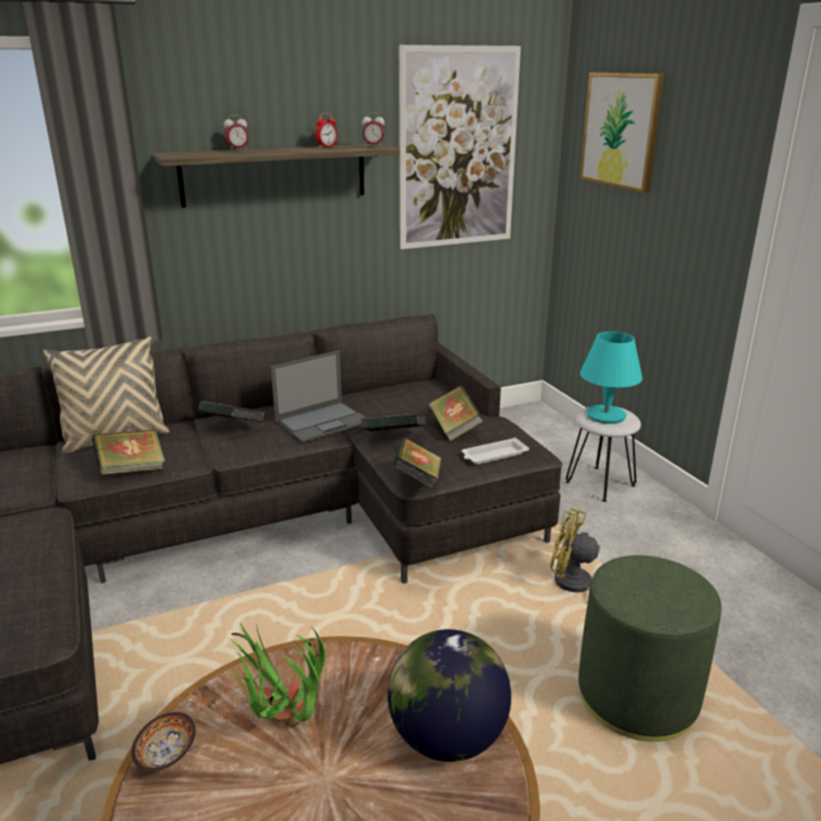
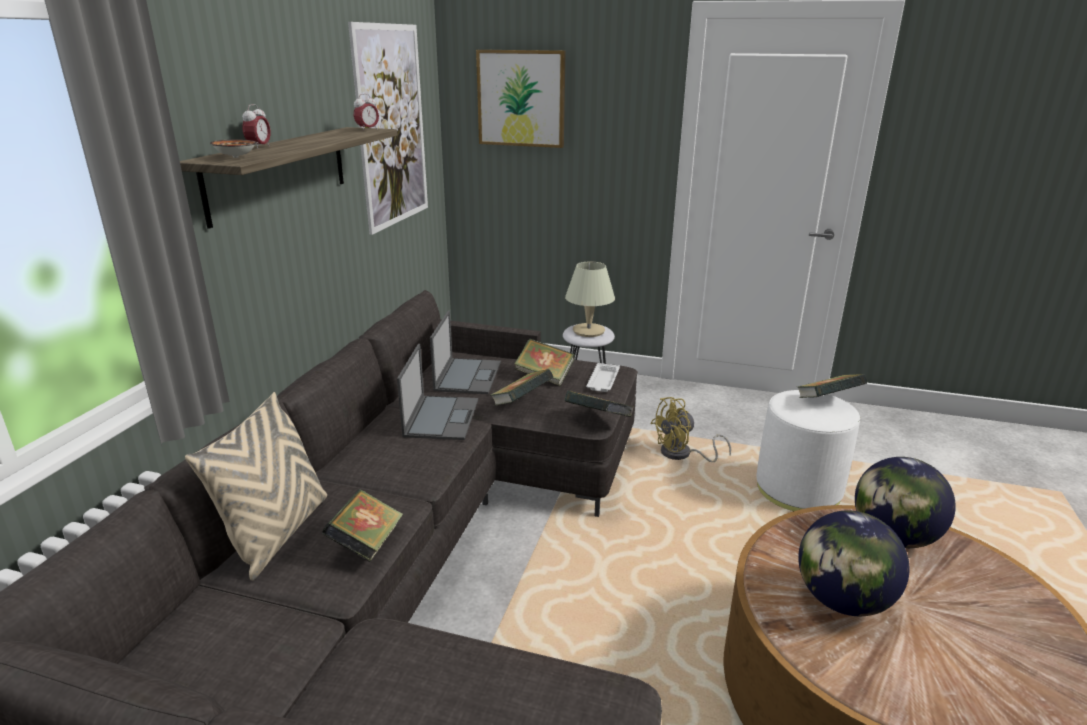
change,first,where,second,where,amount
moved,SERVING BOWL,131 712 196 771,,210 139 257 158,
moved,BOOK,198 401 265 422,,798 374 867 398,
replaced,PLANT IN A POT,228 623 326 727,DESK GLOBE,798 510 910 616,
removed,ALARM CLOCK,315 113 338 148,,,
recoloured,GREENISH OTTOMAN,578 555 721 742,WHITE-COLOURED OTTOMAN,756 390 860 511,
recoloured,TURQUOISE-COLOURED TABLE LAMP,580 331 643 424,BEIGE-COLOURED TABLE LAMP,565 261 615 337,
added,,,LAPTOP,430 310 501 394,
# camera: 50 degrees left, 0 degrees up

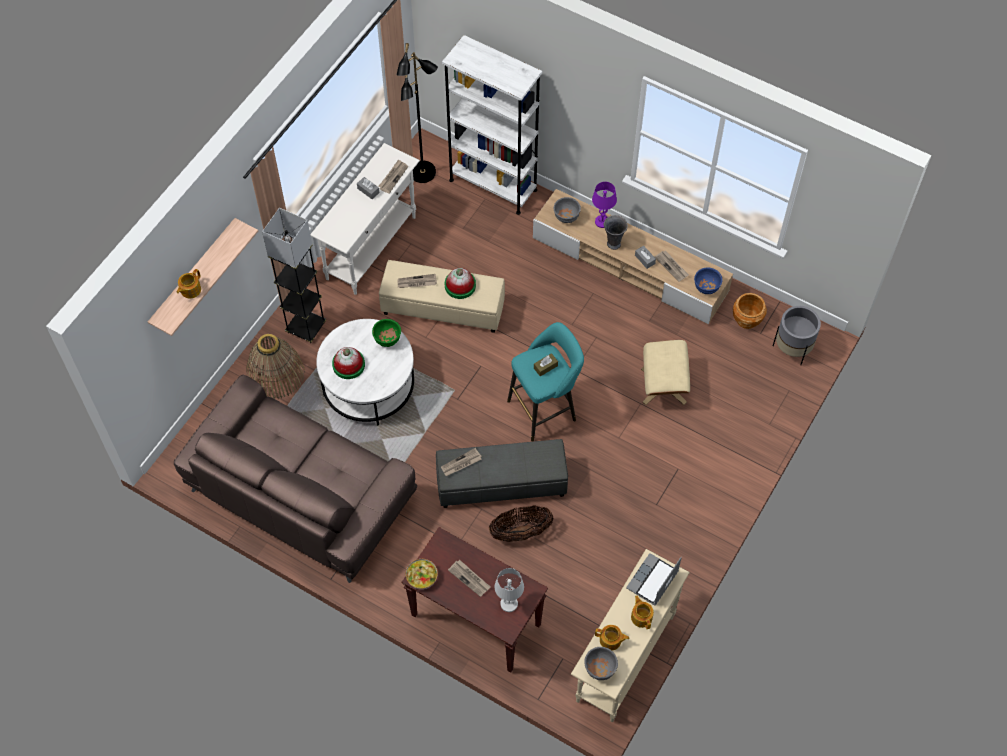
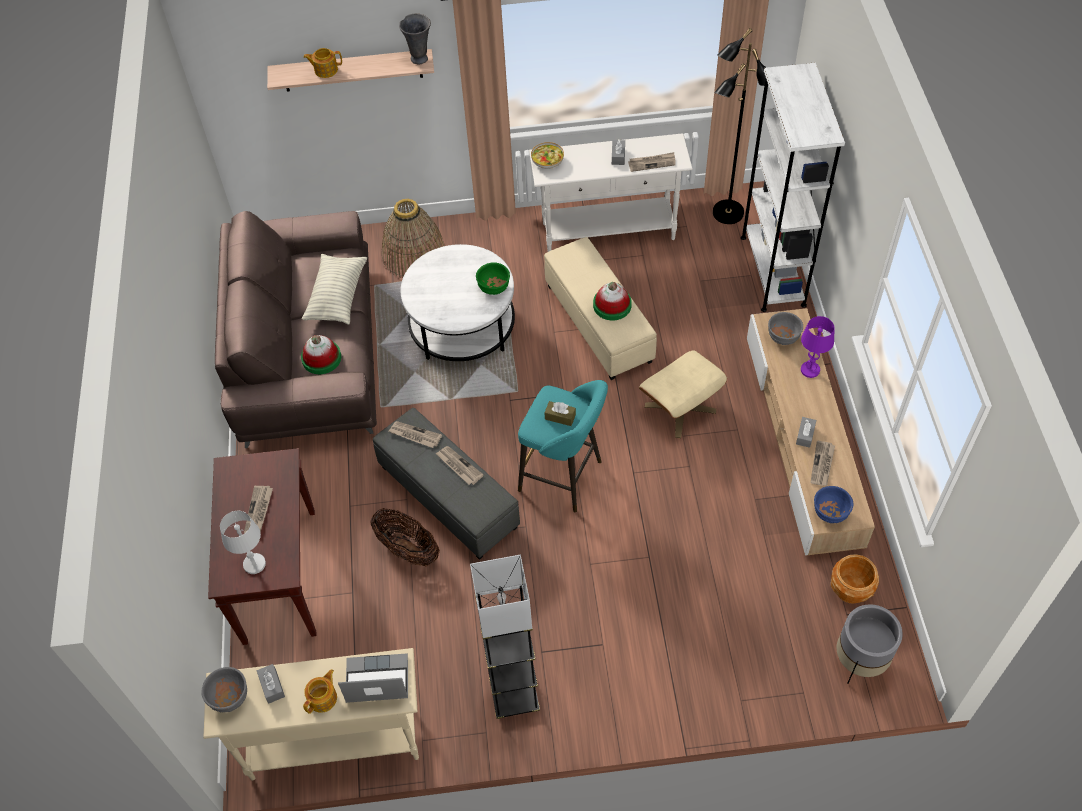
change,first,where,second,where,amount
moved,GREYISH FLOOR LAMP,262 208 326 343,,470 555 540 719,
moved,CLOTHING HAT,332 347 365 379,,301 335 341 374,
moved,DAILY PAPER,398 274 437 288,,436 446 484 485,
moved,SERVING BOWL,406 559 438 589,,531 142 564 169,
replaced,POT FOR TEA,595 625 629 650,GREYISH BOX OF TISSUES,257 664 285 703,
moved,GREYISH VASE,604 215 628 250,,399 13 431 65,
moved,BEIGE-COLOURED OTTOMAN,641 340 690 405,,639 350 727 438,
added,,,THROW PILLOW,302 254 367 325,
# camera: 55 degrees right, 5 degrees down

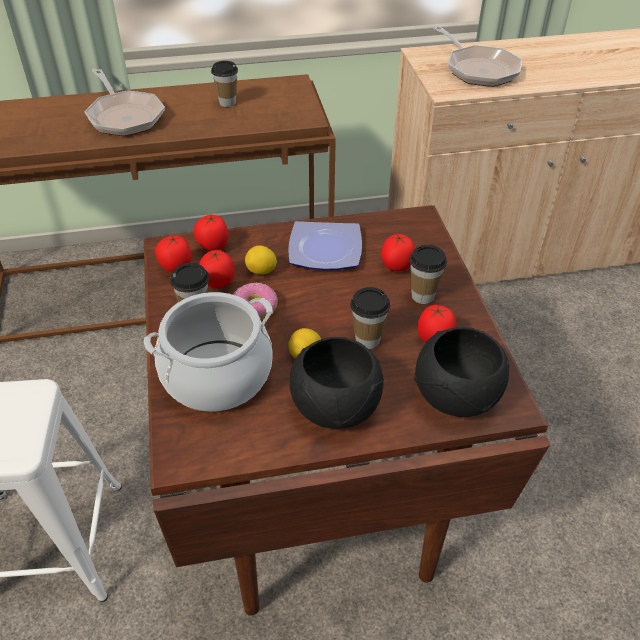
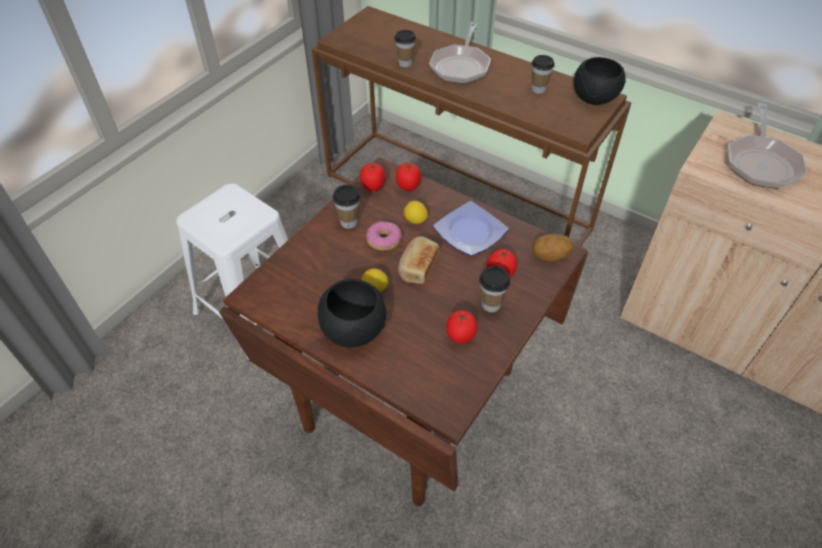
change,first,where,second,where,amount
removed,SAUCEPOT,144 292 273 411,,,
removed,FRESH TOMATO,199 250 235 288,,,
moved,DRINKING CUP,350 287 390 349,,394 30 416 68,
moved,BLACK SERVING BOWL,414 327 509 417,,574 57 626 105,
added,,,BAKERY BREAD,398 236 439 284,
added,,,WHOLE POTATO,532 234 574 262,
# camera: 45 degrees right, 5 degrees up

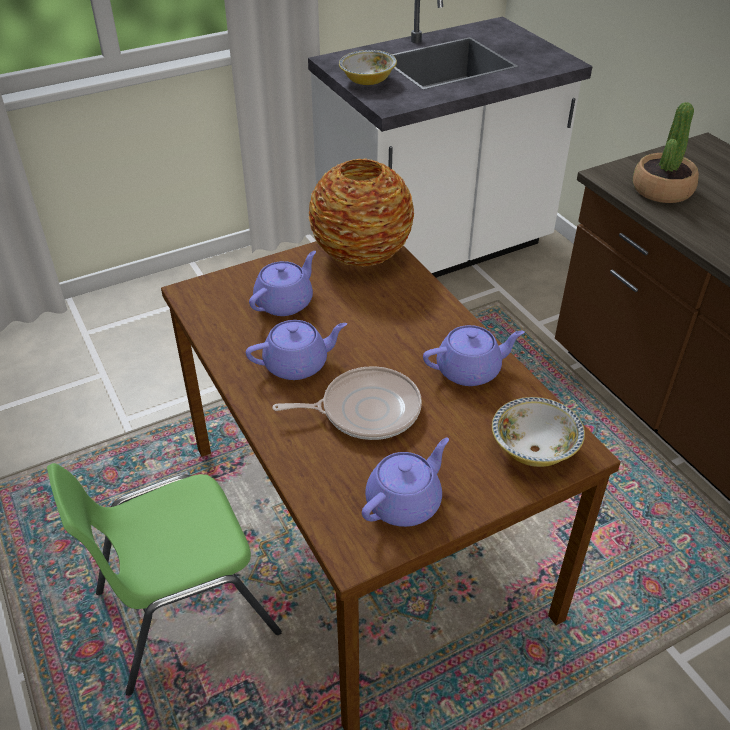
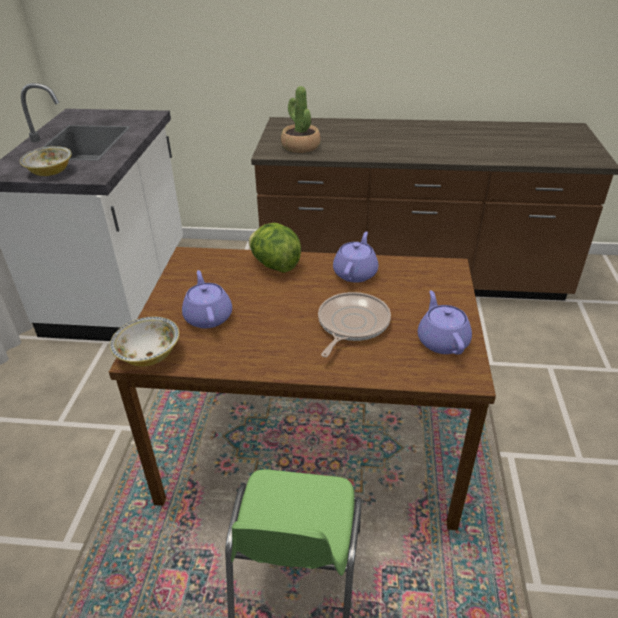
change,first,where,second,where,amount
removed,PURPLE POT FOR TEA,246 320 347 380,,,
removed,VASE,309 158 414 267,,,
moved,SERVING BOWL,492 397 585 467,,110 317 179 366,
added,,,LETTUCE HEAD,249 223 301 273,
# camera: 55 degrees left, 5 degrees down

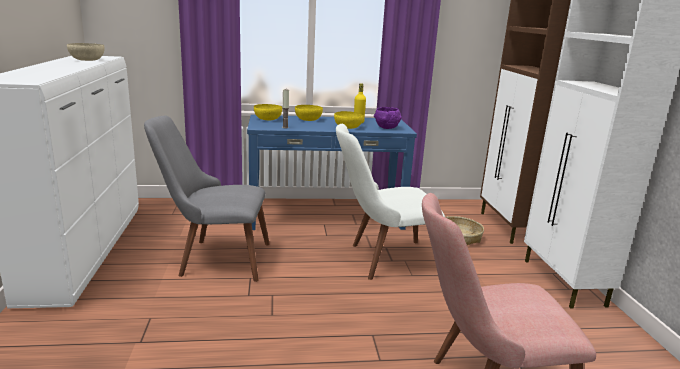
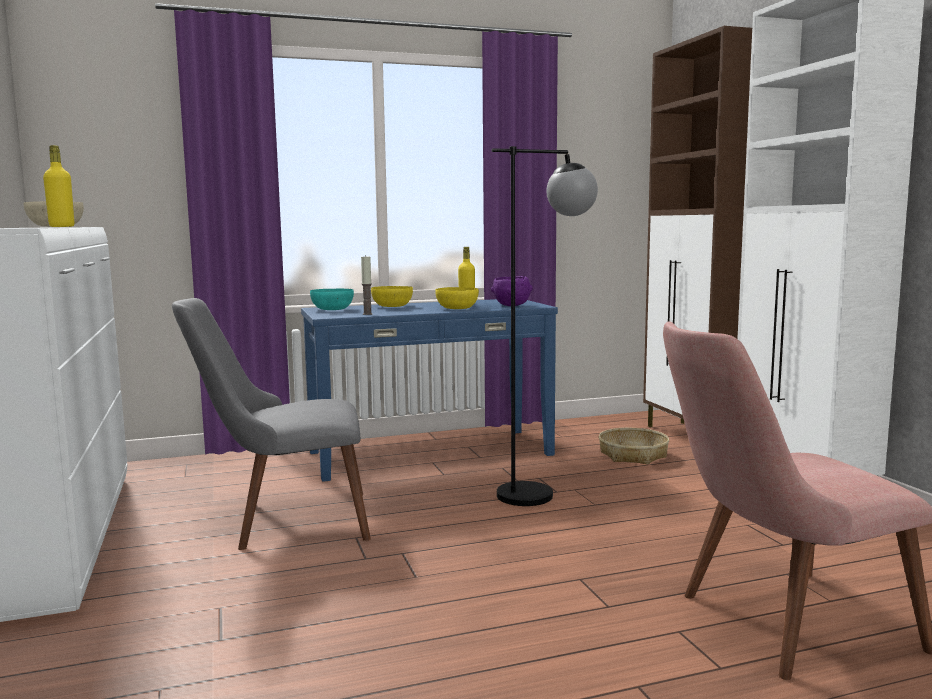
change,first,where,second,where,amount
recoloured,YELLOWISH SERVING BOWL,254 104 282 120,TURQUOISE-COLOURED SERVING BOWL,310 289 354 310,
replaced,WHITE-COLOURED CHAIR,336 124 445 280,BLACK FLOOR LAMP,492 146 598 506,
added,,,YELLOWISH DRINK BOTTLE,43 145 74 227,
# camera: 10 degrees left, 10 degrees down

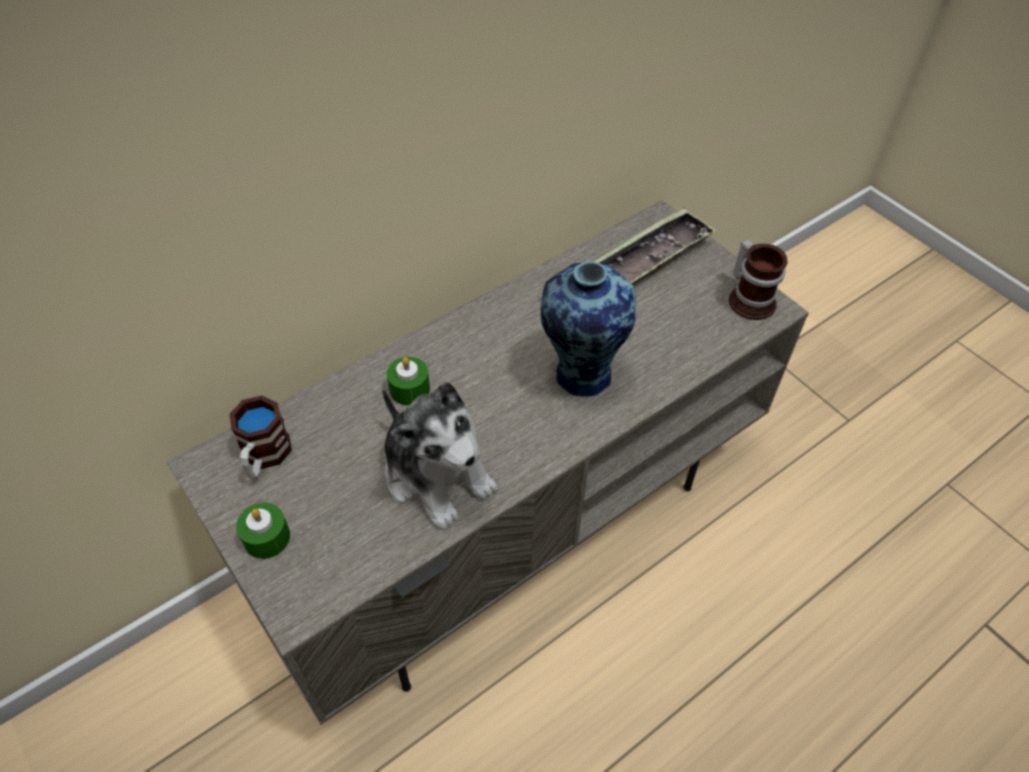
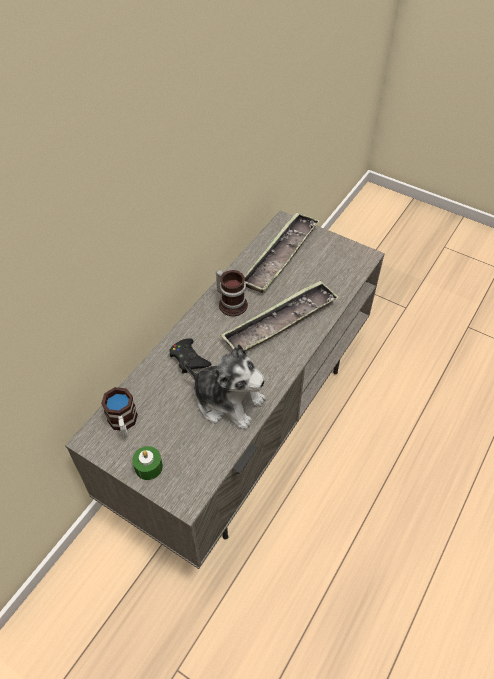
change,first,where,second,where,amount
replaced,GREENISH WAX CANDLE,387 357 430 405,BLACK GAME CONTROLLER,169 338 212 374,
replaced,VASE,541 261 636 396,CARRYING TRAY,221 280 339 352,
moved,MUG,729 240 788 320,,216 270 248 316,
# camera: 20 degrees left, 0 degrees up

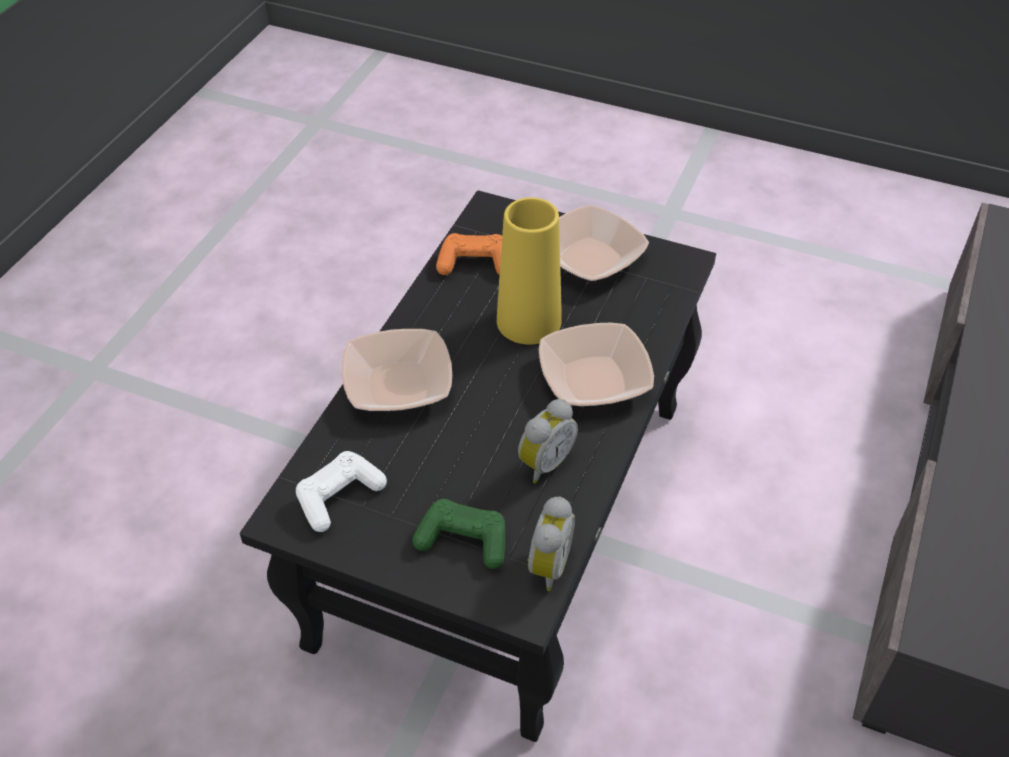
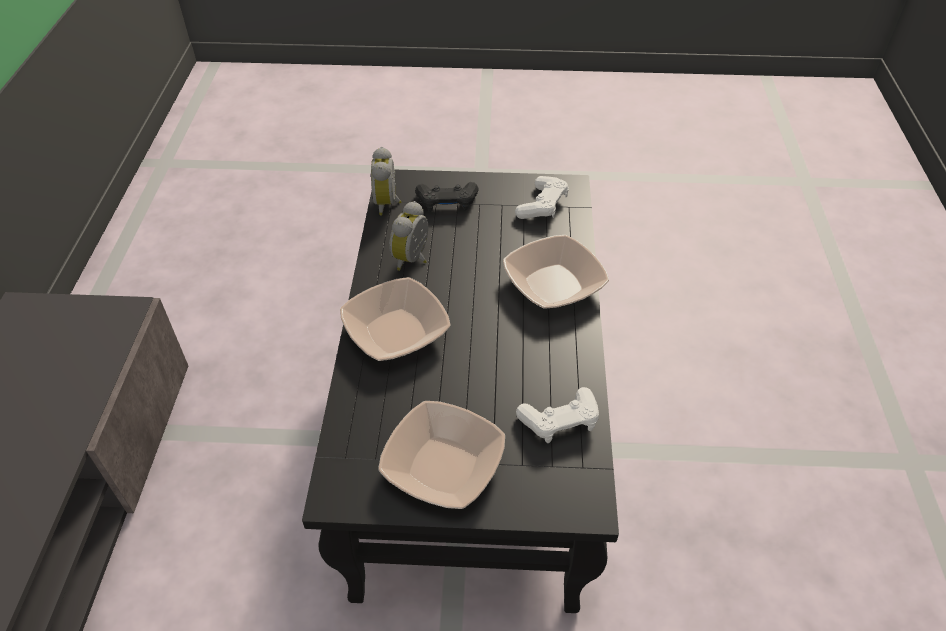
change,first,where,second,where,amount
recoloured,GREENISH GAME CONTROLLER,412 499 505 569,BLACK GAME CONTROLLER,415 182 479 212,
recoloured,ORANGE-COLOURED GAME CONTROLLER,436 233 502 275,WHITE-COLOURED GAME CONTROLLER,516 387 599 443,
removed,YELLOWISH VASE,497 197 562 345,,,
# camera: 160 degrees right, 0 degrees up

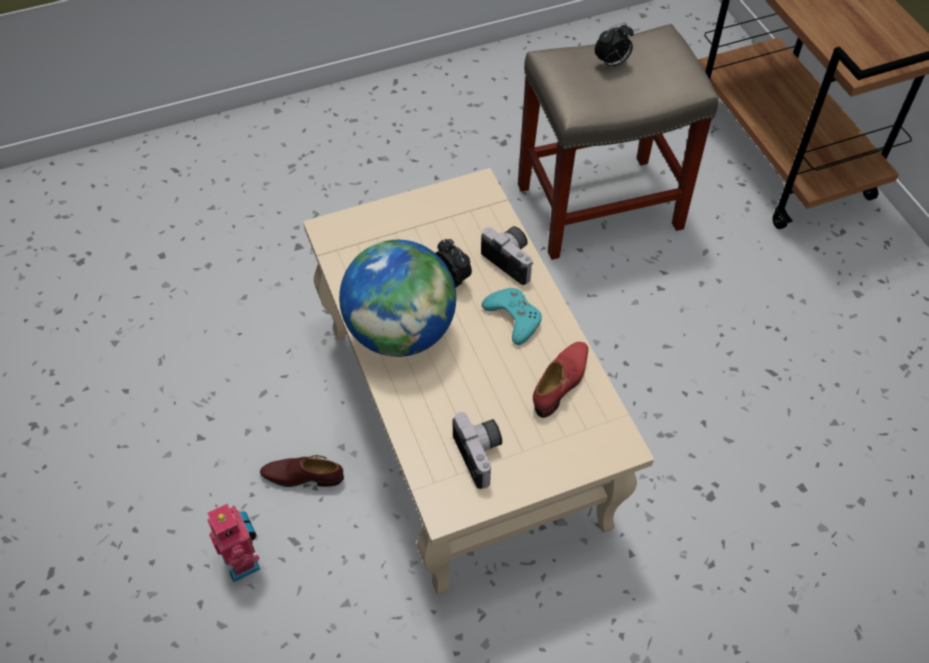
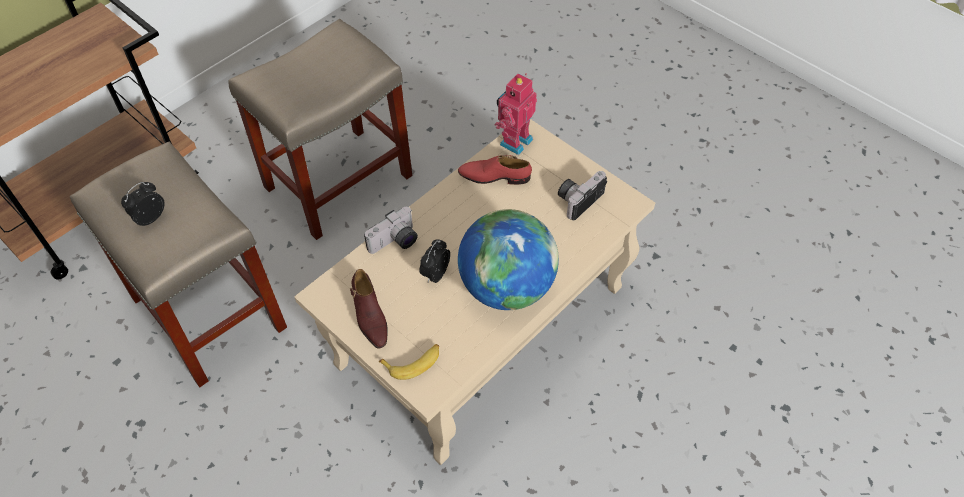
change,first,where,second,where,amount
moved,TOY ROBOT,207 503 260 582,,494 73 537 155,
moved,BROWNISH LOW SHOE,260 455 344 487,,350 269 387 349,
turned,STILL CAMERA,481 226 532 285,,364 207 418 254,150 degrees counterclockwise
removed,TURQUOISE-COLOURED GAME CONTROLLER,482 288 542 345,,,
turned,ALARM CLOCK,595 23 634 68,,121 182 165 226,90 degrees counterclockwise
added,,,BEIGE-COLOURED STOOL SEAT,228 19 412 240,
added,,,BANANA,379 344 439 380,
# camera: 115 degrees left, 0 degrees up

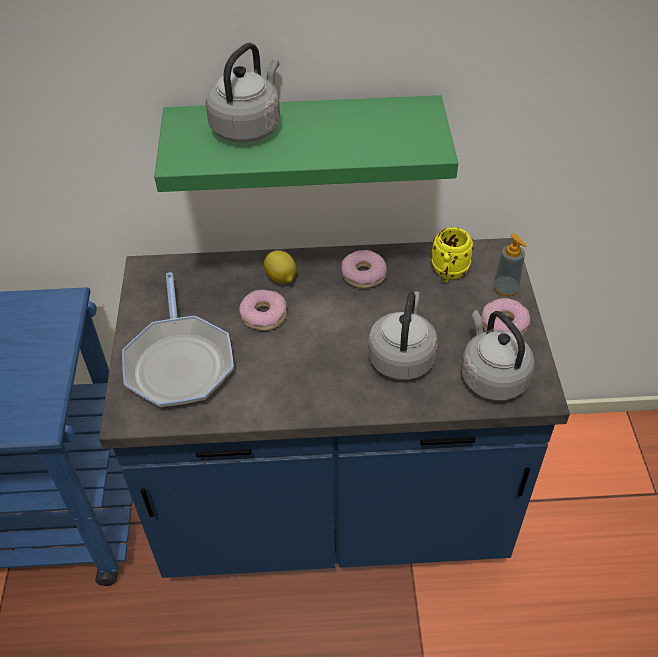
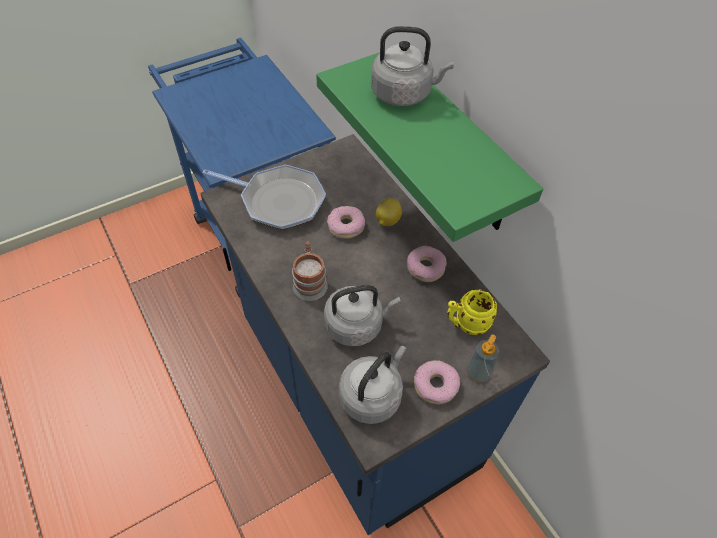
change,first,where,second,where,amount
turned,PAN,122 272 234 407,,203 165 326 230,120 degrees counterclockwise
added,,,MUG,292 241 328 301,
# camera: 60 degrees right, 5 degrees up

